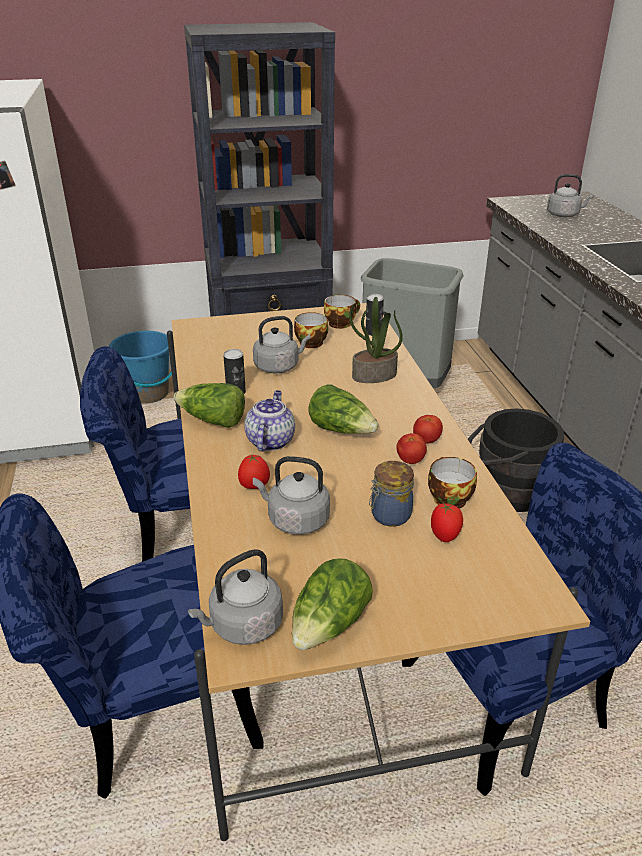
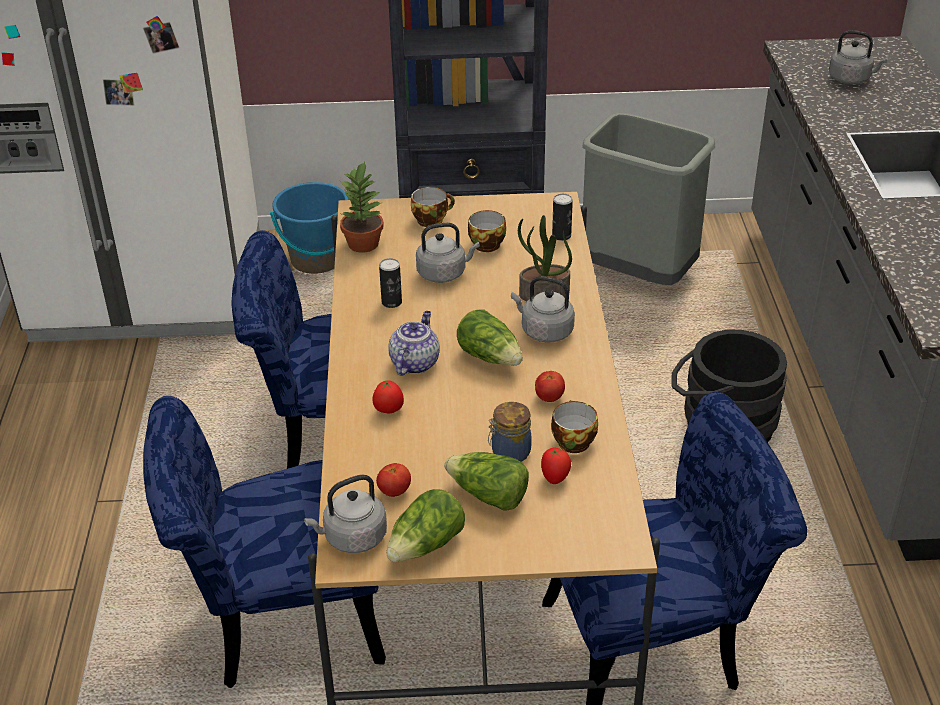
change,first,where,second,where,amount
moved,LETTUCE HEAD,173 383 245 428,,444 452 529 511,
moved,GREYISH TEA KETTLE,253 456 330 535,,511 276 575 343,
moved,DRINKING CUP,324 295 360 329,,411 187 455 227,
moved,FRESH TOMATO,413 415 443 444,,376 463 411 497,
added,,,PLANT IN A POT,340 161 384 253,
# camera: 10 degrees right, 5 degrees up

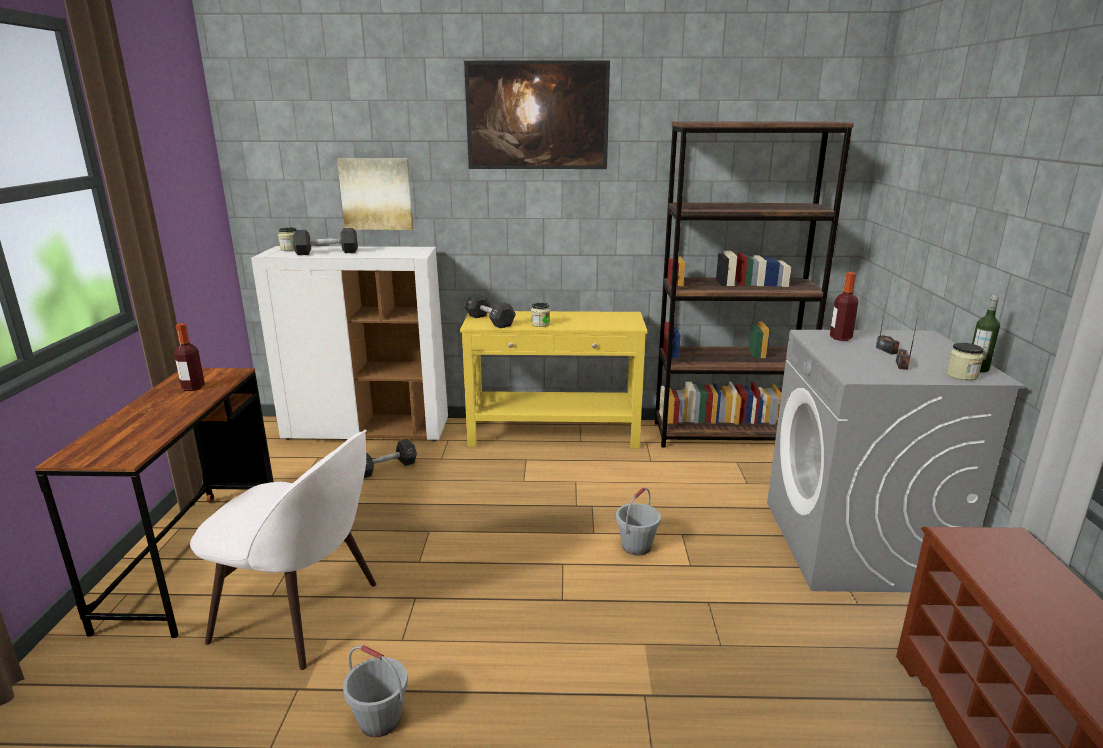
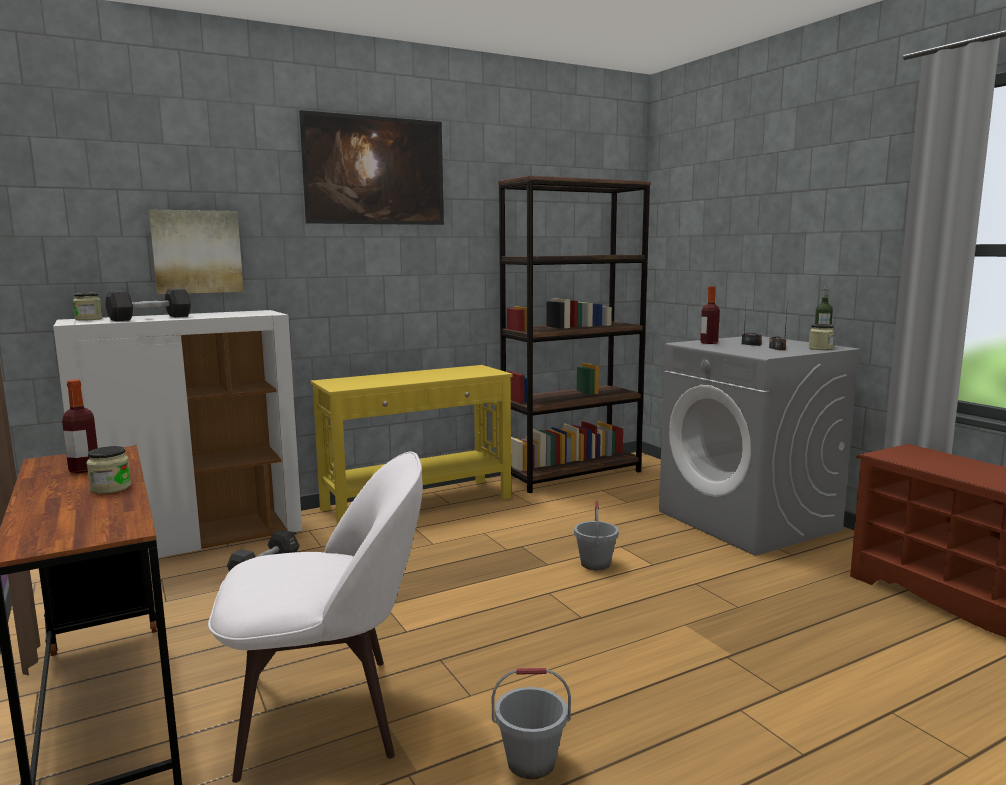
change,first,where,second,where,amount
removed,BLACK HAND WEIGHT,465 294 516 328,,,
moved,STORAGE JAR,531 302 550 327,,86 446 131 494,
# camera: 30 degrees left, 10 degrees down

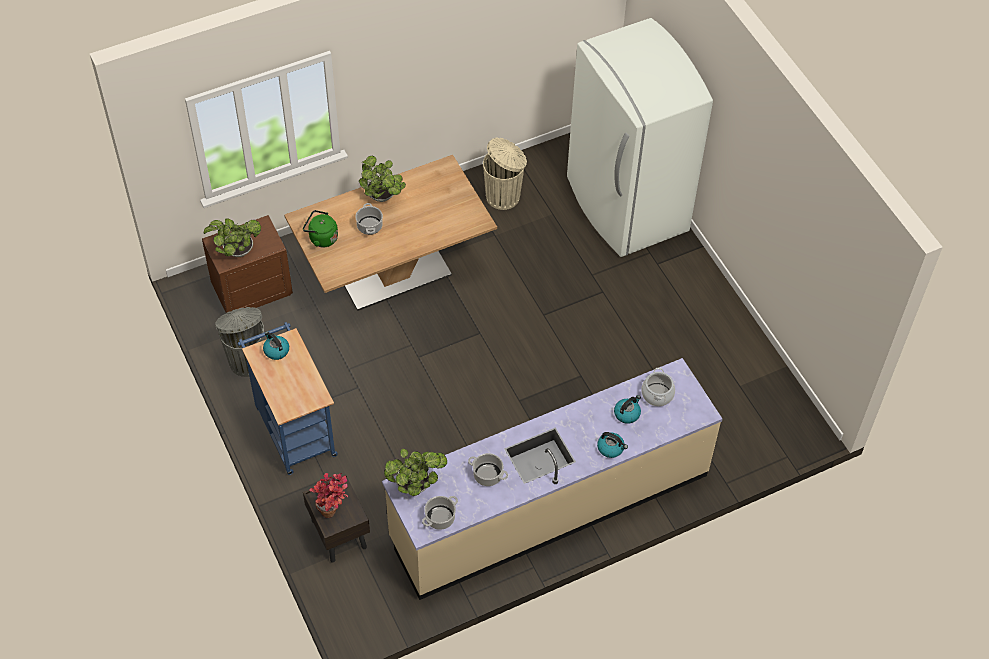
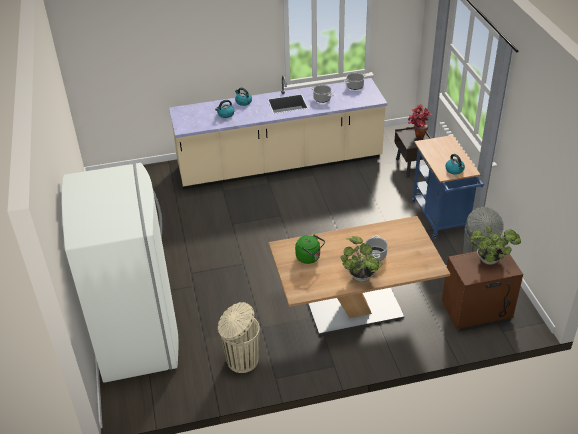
change,first,where,second,where,amount
moved,GREENISH TEA KETTLE,303 210 338 247,,295 234 325 264,
removed,PLANT IN A POT,384 449 447 496,,,
removed,SAUCEPOT,641 368 675 406,,,
# camera: 165 degrees left, 15 degrees down

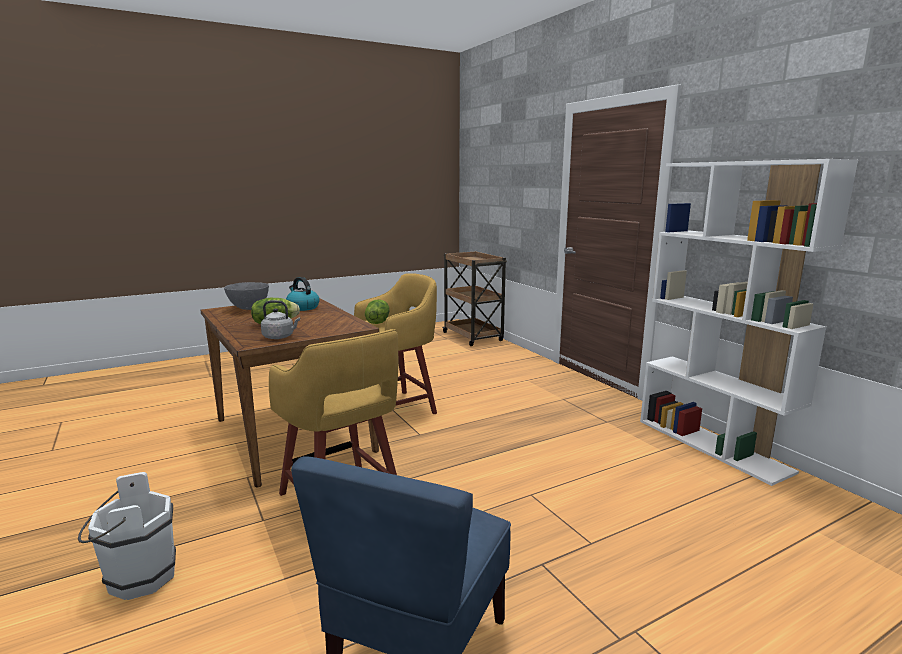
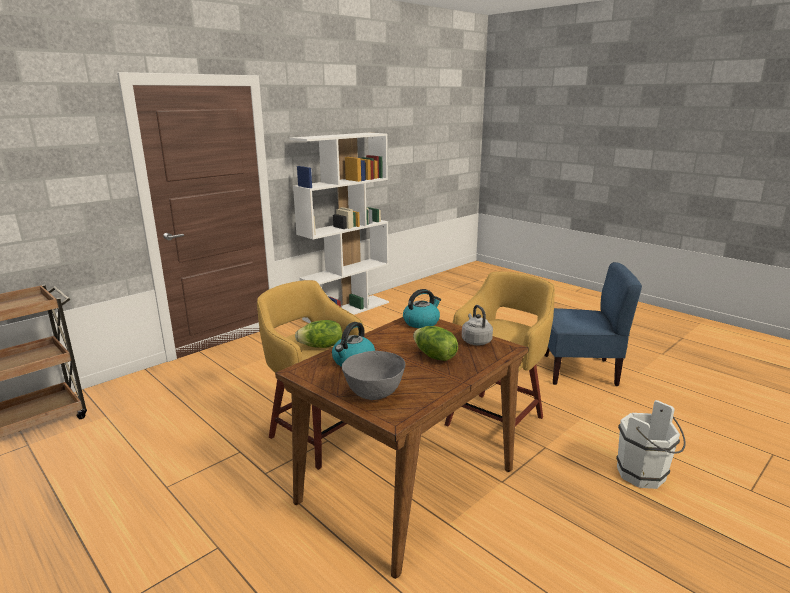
change,first,where,second,where,amount
added,,,TEA KETTLE,403 289 441 328,
# camera: 105 degrees left, 5 degrees up

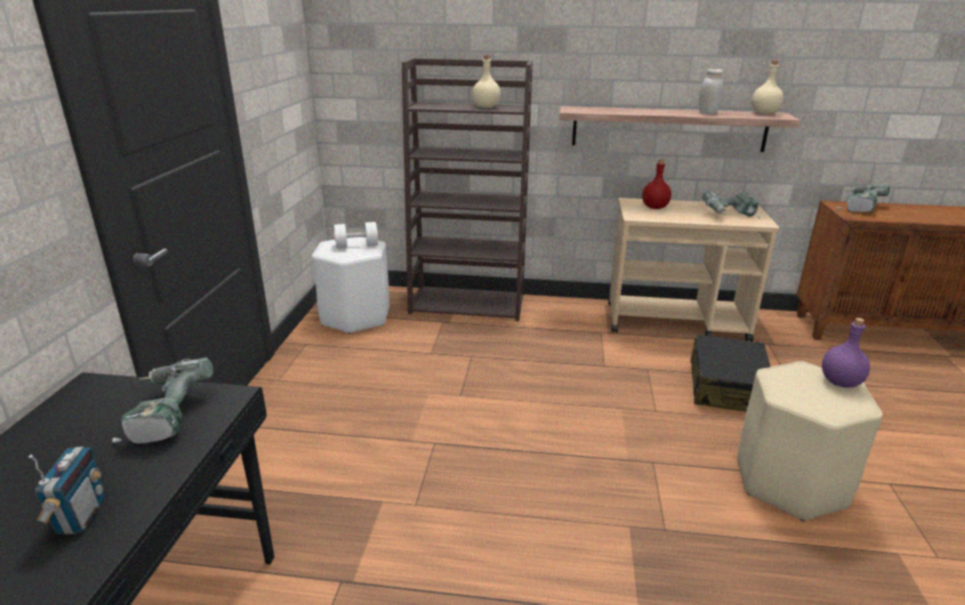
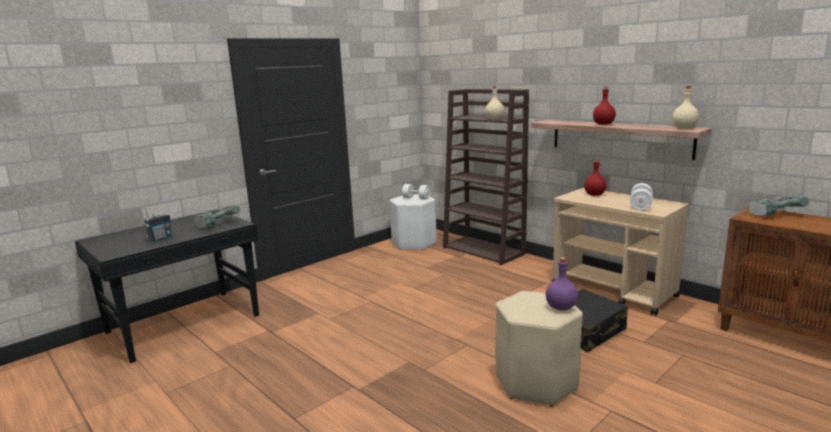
change,first,where,second,where,amount
removed,WHITE-COLOURED STORAGE JAR,699 69 724 114,,,
replaced,ELECTRIC DRILL,702 190 760 219,WHITE-COLOURED HAND WEIGHT,630 183 652 211,
added,,,RED DRINK BOTTLE,593 86 616 125,
# camera: 40 degrees right, 10 degrees down

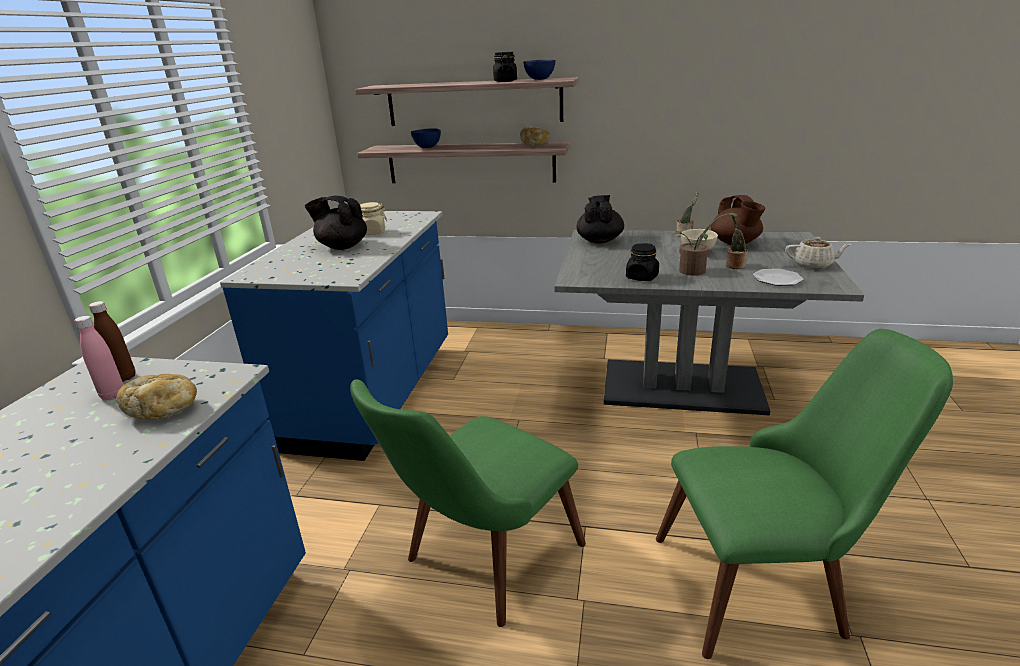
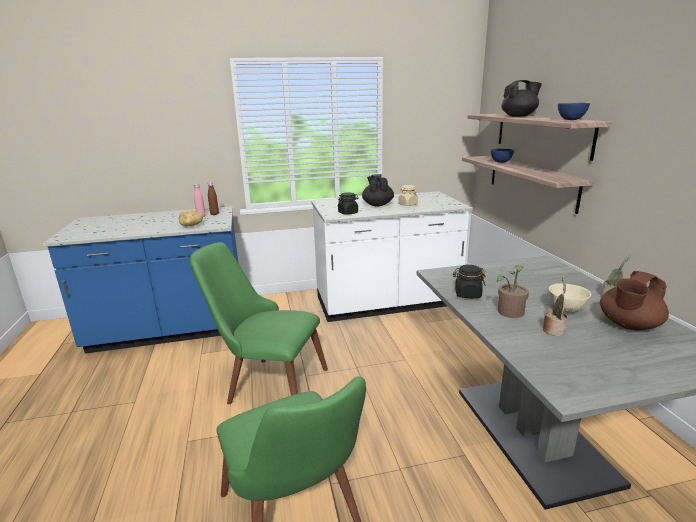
change,first,where,second,where,amount
recoloured,BLUE KITCHEN BASE UNIT,220 211 448 461,WHITE-COLOURED KITCHEN BASE UNIT,311 191 473 322,
moved,BLACK STORAGE JAR,493 52 517 82,,338 193 358 215,
removed,BAKERY BREAD,520 127 550 145,,,
moved,BLACK POT FOR TEA,577 195 624 244,,501 80 542 117,
removed,DINNER PLATE,753 269 804 286,,,
removed,BEIGE-COLOURED POT FOR TEA,785 237 851 269,,,
# camera: 65 degrees right, 5 degrees down

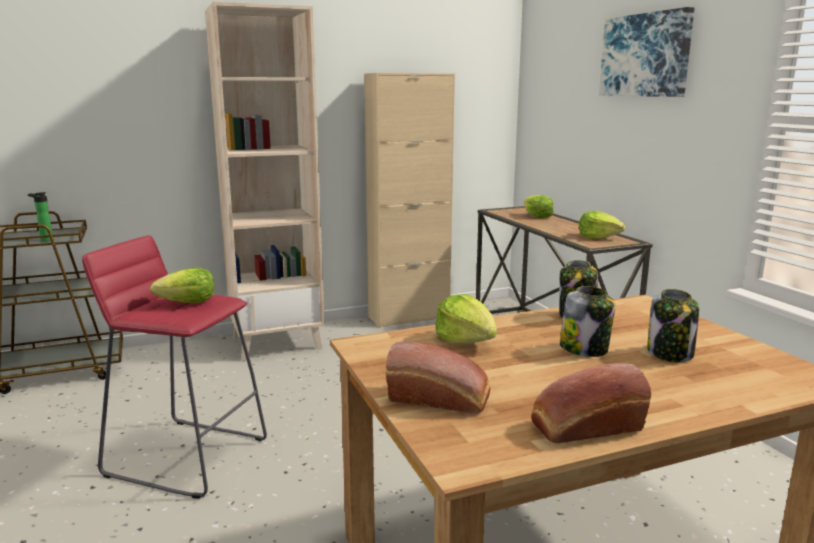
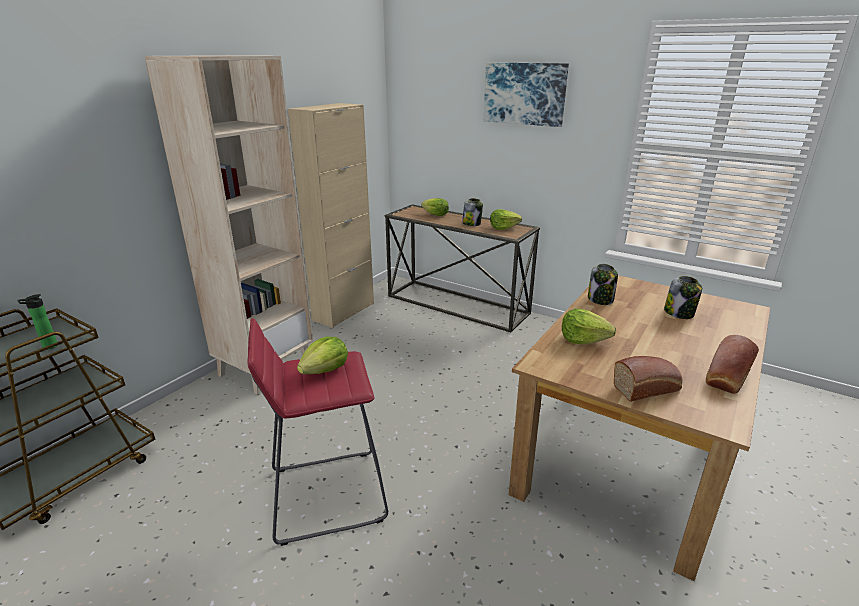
change,first,where,second,where,amount
moved,STORAGE JAR,560 286 615 357,,462 198 483 226,
# camera: 35 degrees left, 10 degrees up

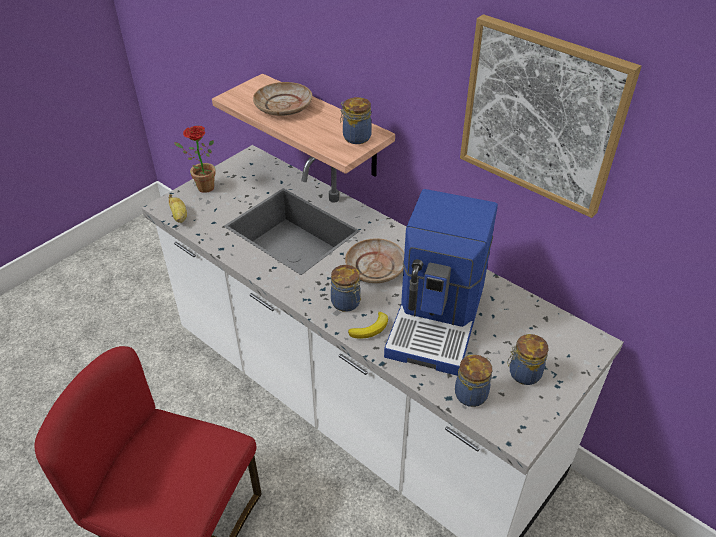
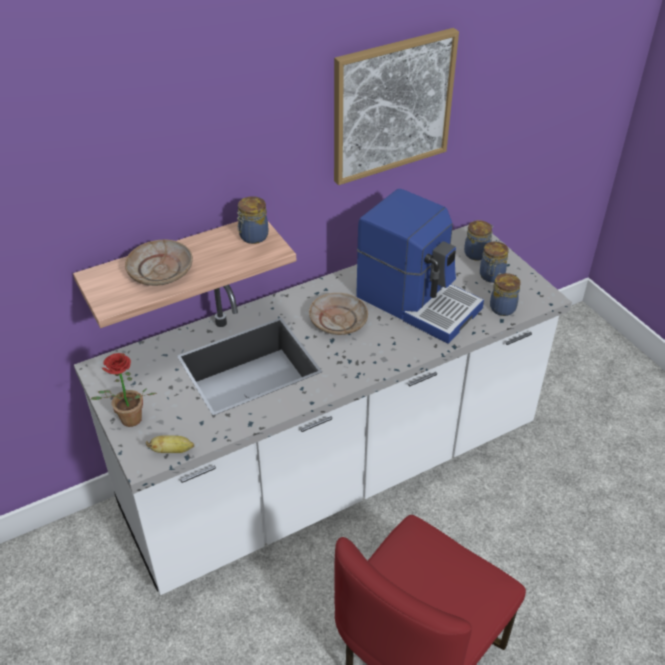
change,first,where,second,where,amount
moved,STORAGE JAR,331 265 361 312,,464 220 494 260,
removed,BANANA,348 312 388 339,,,
# camera: 70 degrees left, 0 degrees up

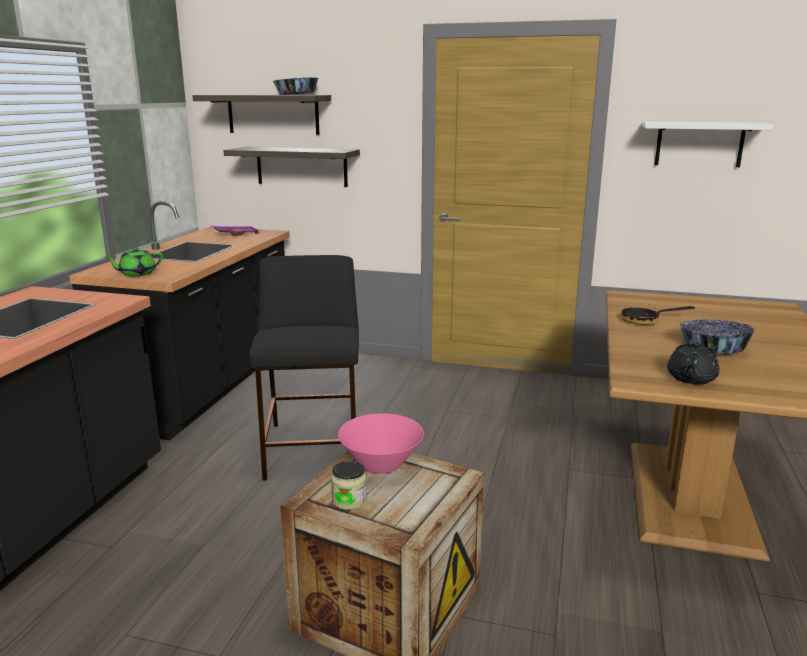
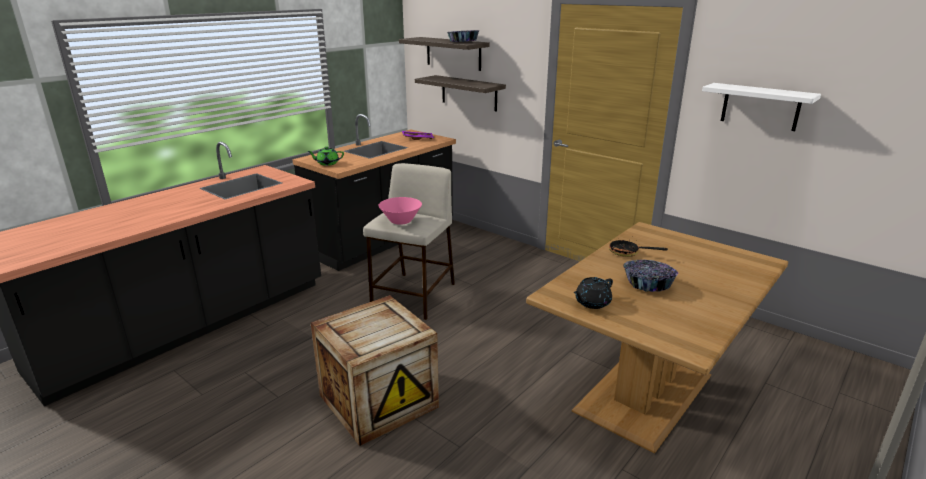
change,first,where,second,where,amount
recoloured,BLACK STOOL SEAT,250 255 359 481,BEIGE-COLOURED STOOL SEAT,363 163 455 320,
removed,STORAGE JAR,331 461 367 510,,,
moved,PINK-COLOURED SERVING BOWL,338 413 424 473,,378 197 422 225,
# camera: 25 degrees right, 5 degrees up

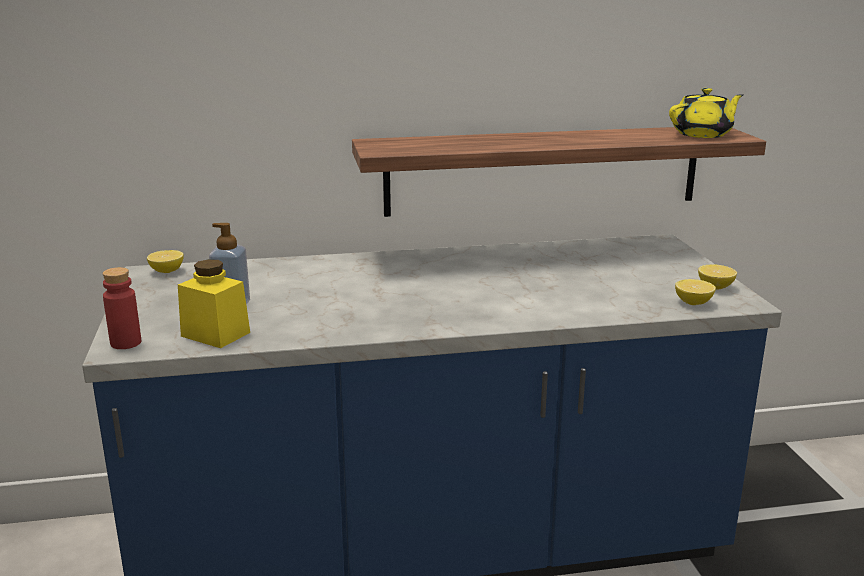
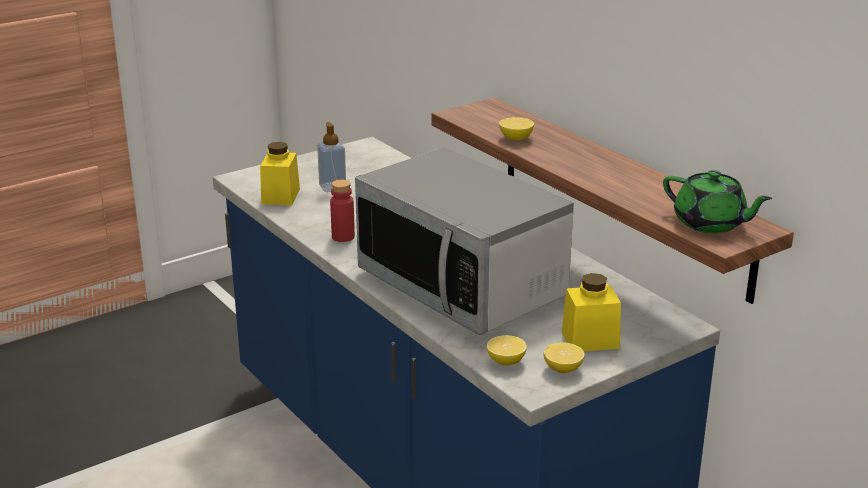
change,first,where,second,where,amount
moved,RED DRINK BOTTLE,102 267 141 349,,330 180 355 242,
moved,CITRUS FRUIT,147 250 183 273,,499 117 534 141,
recoloured,YELLOWISH POT FOR TEA,669 88 743 138,GREENISH POT FOR TEA,663 170 772 233,
added,,,KITCHEN MICROWAVE,355 147 574 335,
added,,,YELLOWISH STORAGE JAR,562 273 621 351,
# camera: 65 degrees right, 5 degrees up

